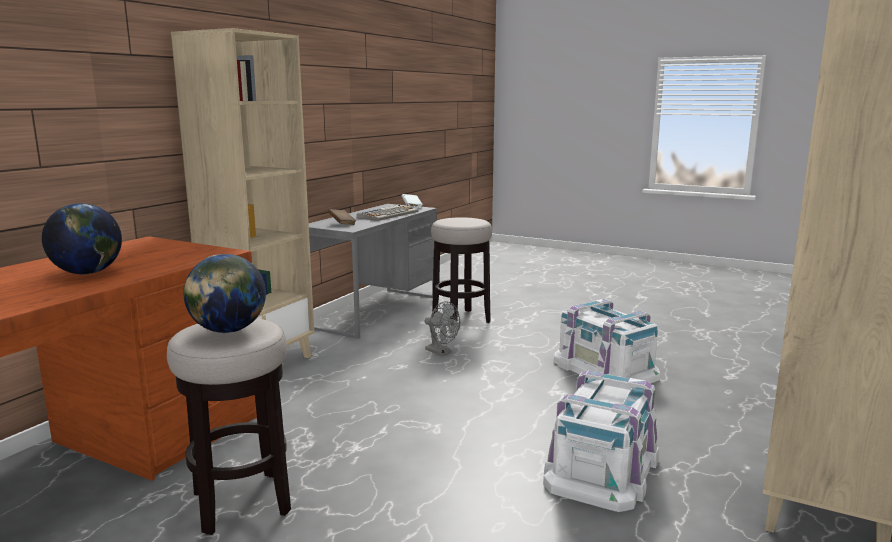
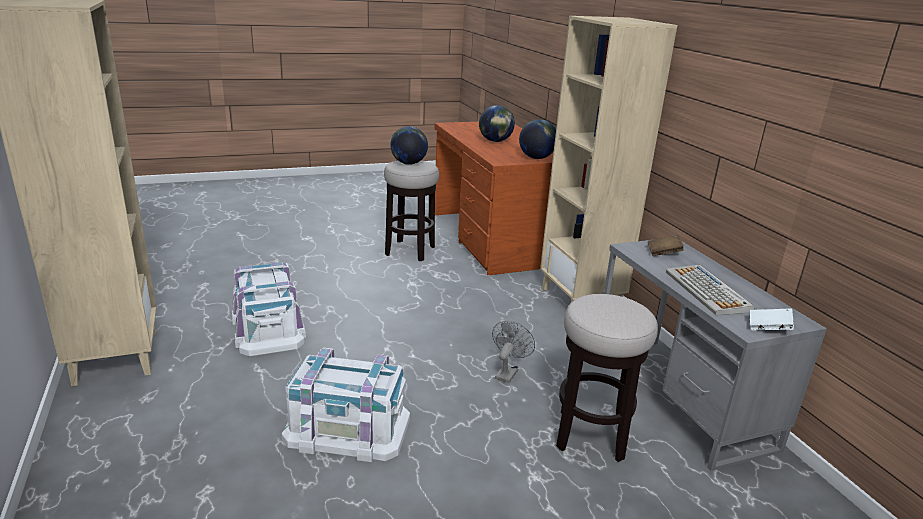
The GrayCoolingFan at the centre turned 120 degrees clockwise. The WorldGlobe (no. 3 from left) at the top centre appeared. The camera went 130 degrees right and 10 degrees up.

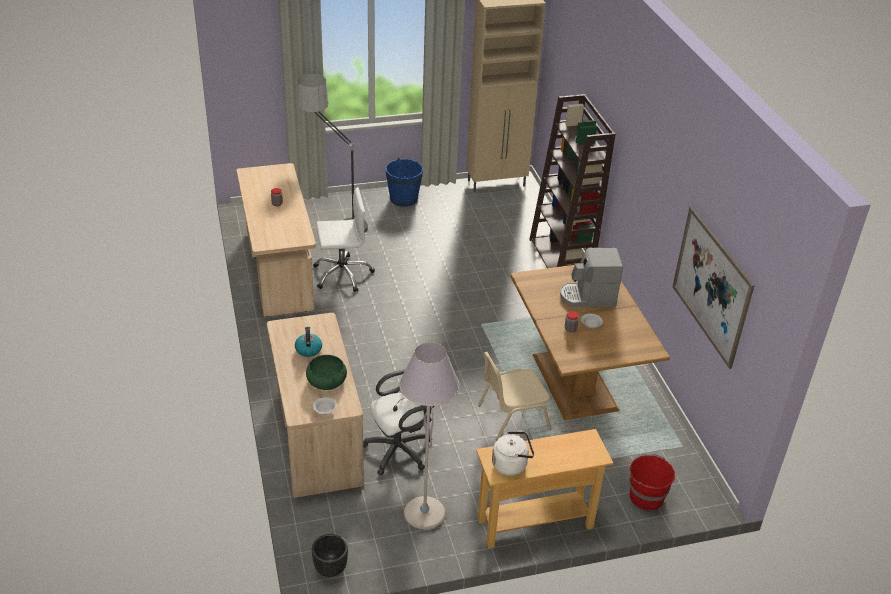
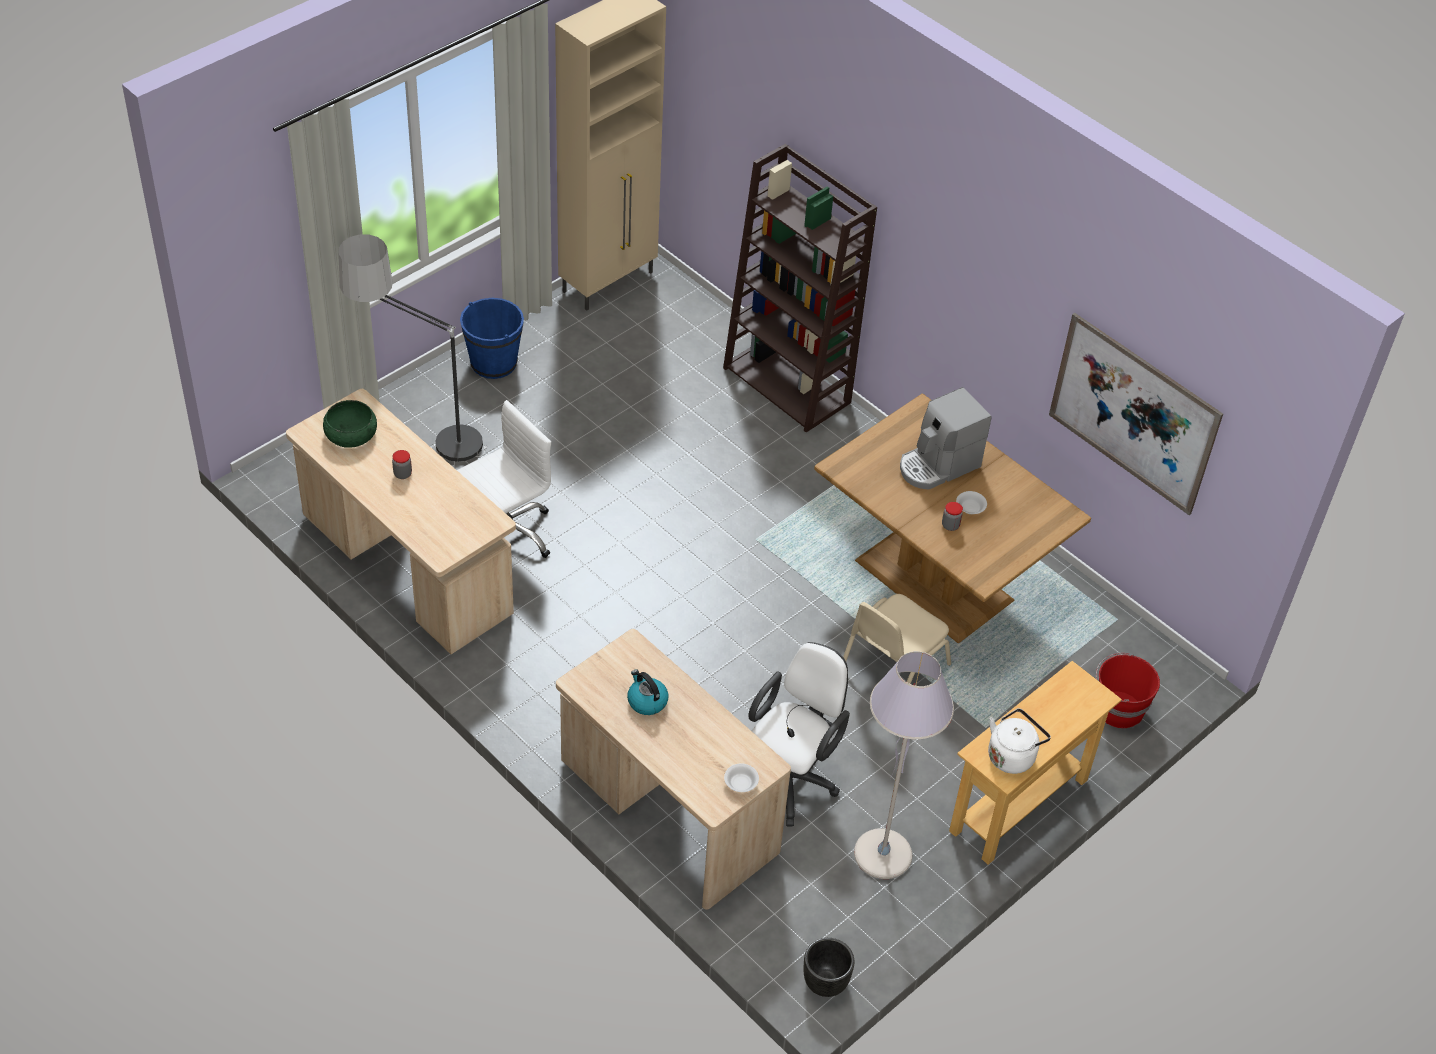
The GreenishBowl moved from the centre to the middle left. The camera went 30 degrees left and 10 degrees up.

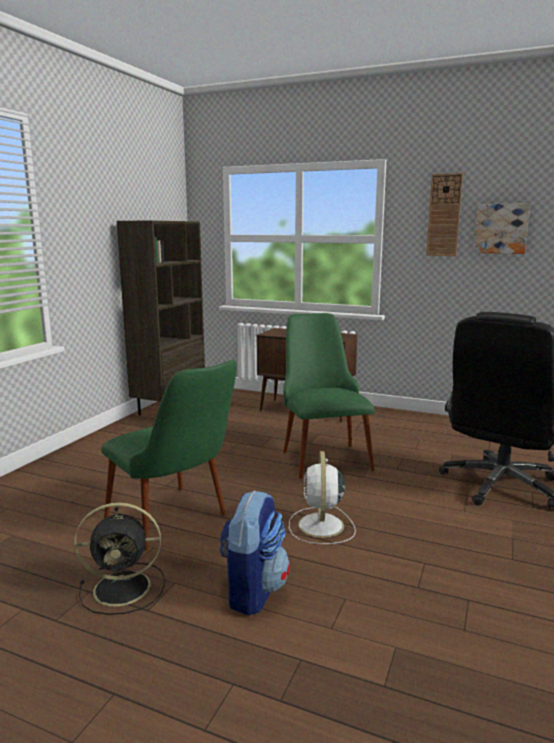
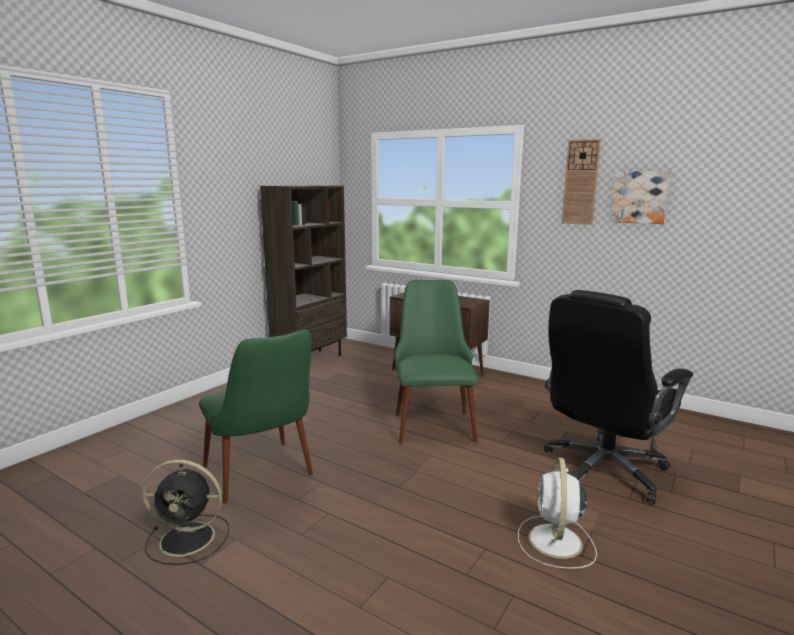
The WhiteColouredCoolingFan moved from the bottom centre to the bottom right. The Rucksack at the bottom centre disappeared. The camera went 10 degrees right and 0 degrees up.

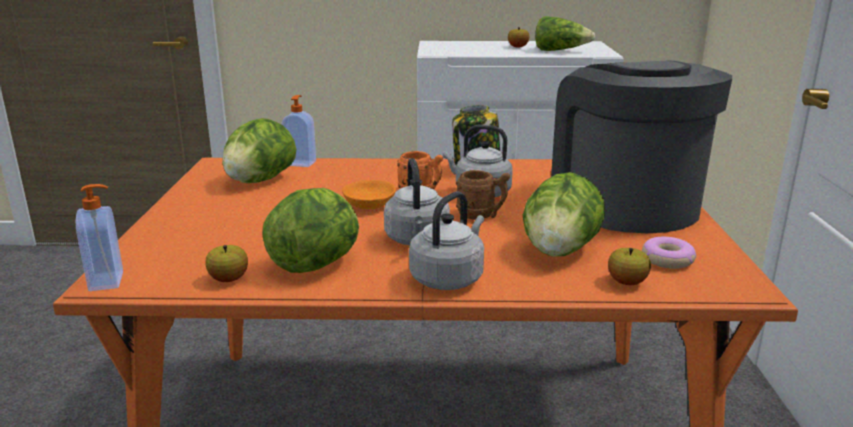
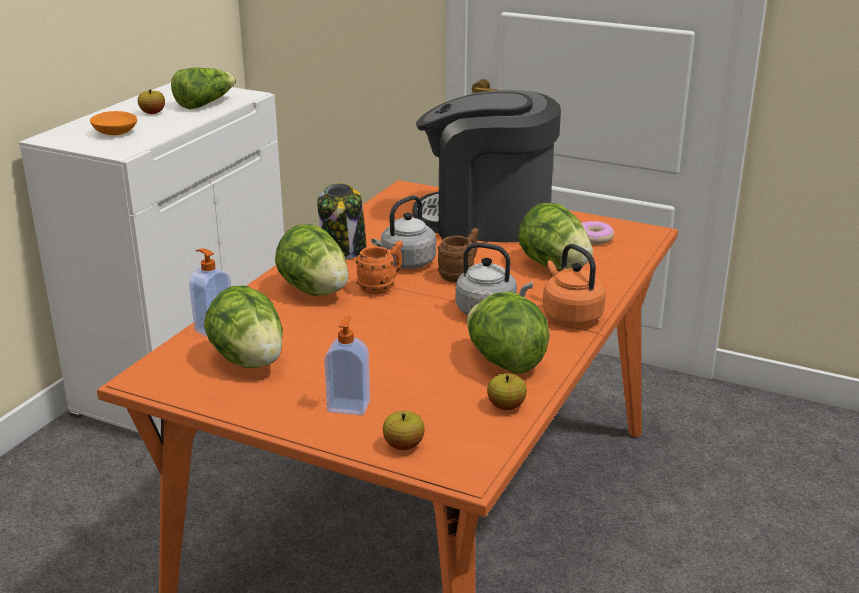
The OrangeBowl moved from the centre to the top left. The LettuceHead (no. 3 from left) at the centre appeared. The SoapBottle (no. 1 from left in the first image) moved from the middle left to the centre. The AppleFruit (no. 3 from left in the first image) moved from the middle right to the bottom centre. The GrayTeaKettle (no. 2 from left) at the centre became the OrangeTeaKettle at the middle right. The camera went 65 degrees left and 5 degrees up.

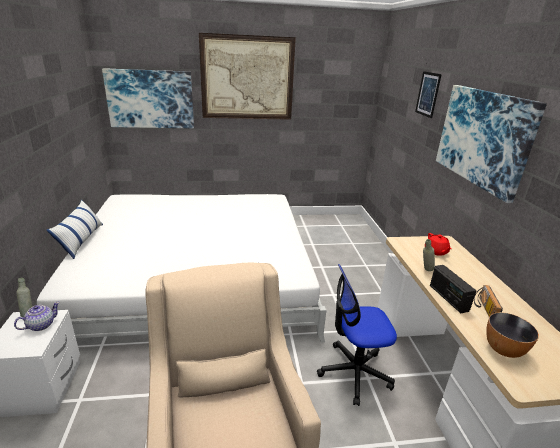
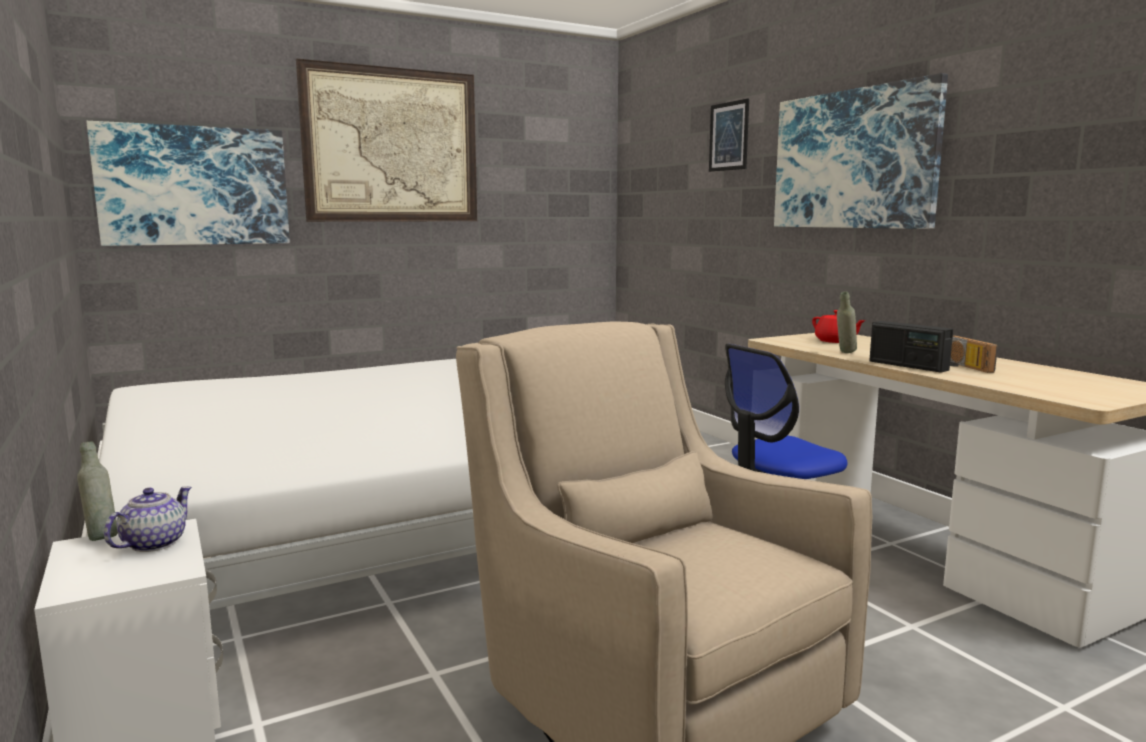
The ThrowPillow at the middle left disappeared. The Bowl at the bottom right disappeared. The camera went 20 degrees left and 15 degrees down.

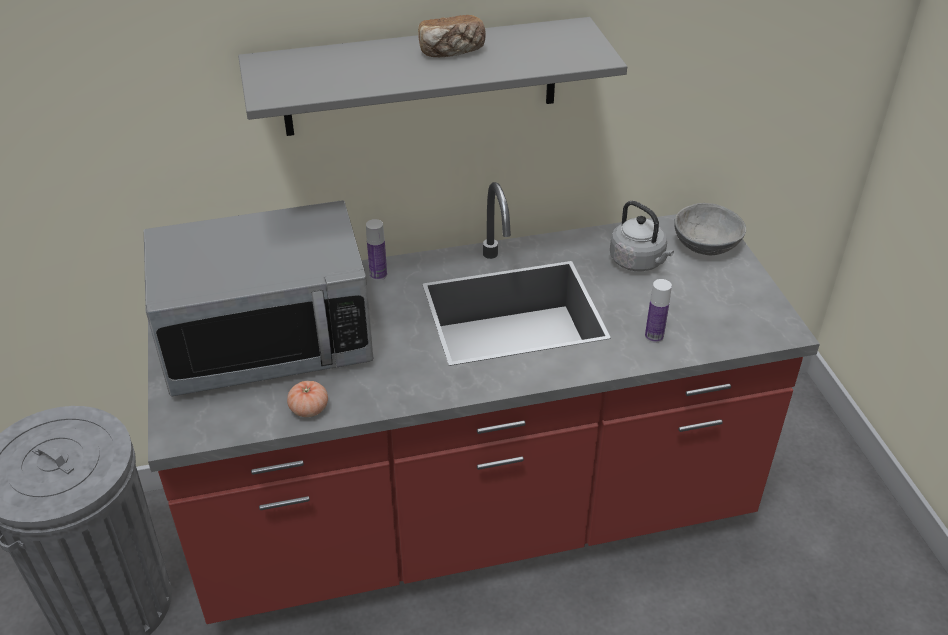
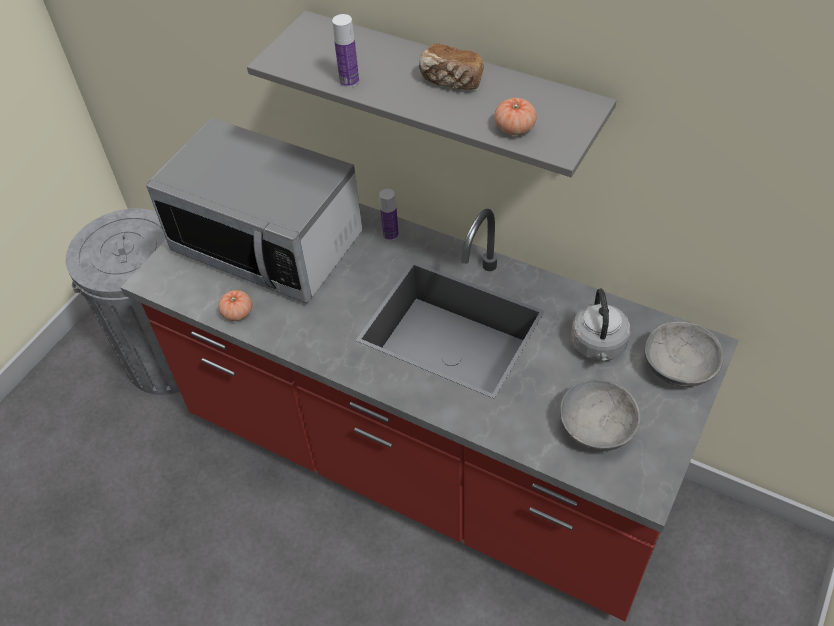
The DrinkBottle (no. 2 from left in the first image) moved from the middle right to the top centre. The WholeTomato (no. 2 from left) at the top centre appeared. The GrayBowl (no. 1 from left) at the middle right appeared. The camera went 45 degrees right and 10 degrees up.

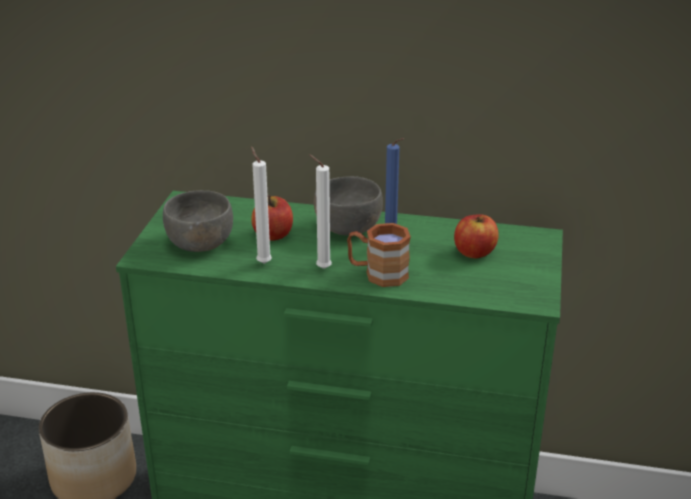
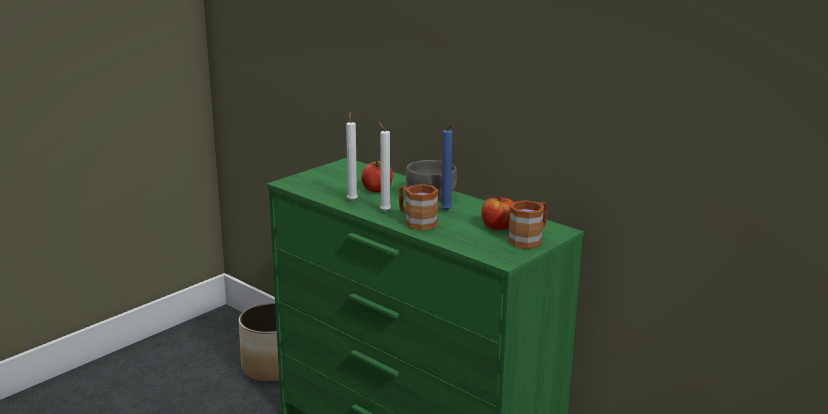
The BrownishTeaMug (no. 2 from left) at the centre appeared. The GrayBowl (no. 1 from left) at the middle left disappeared. The camera went 30 degrees right and 10 degrees down.

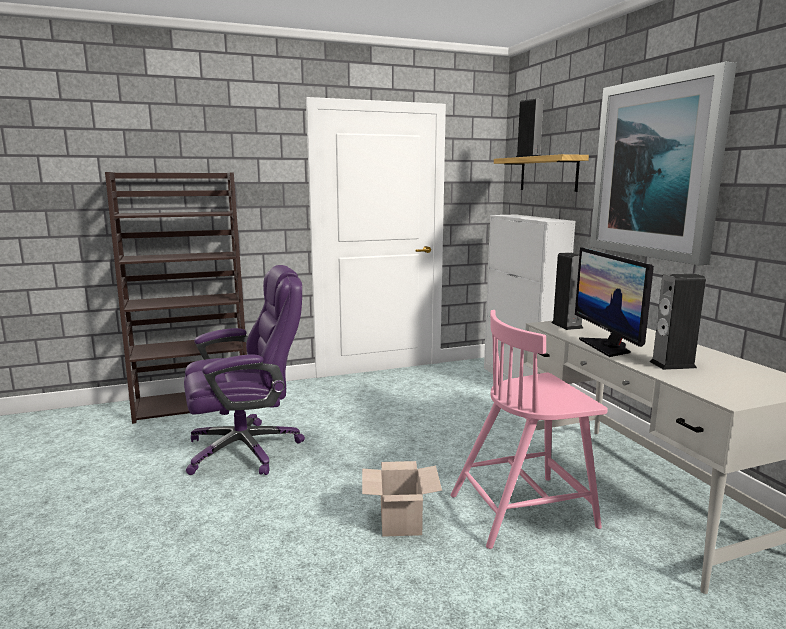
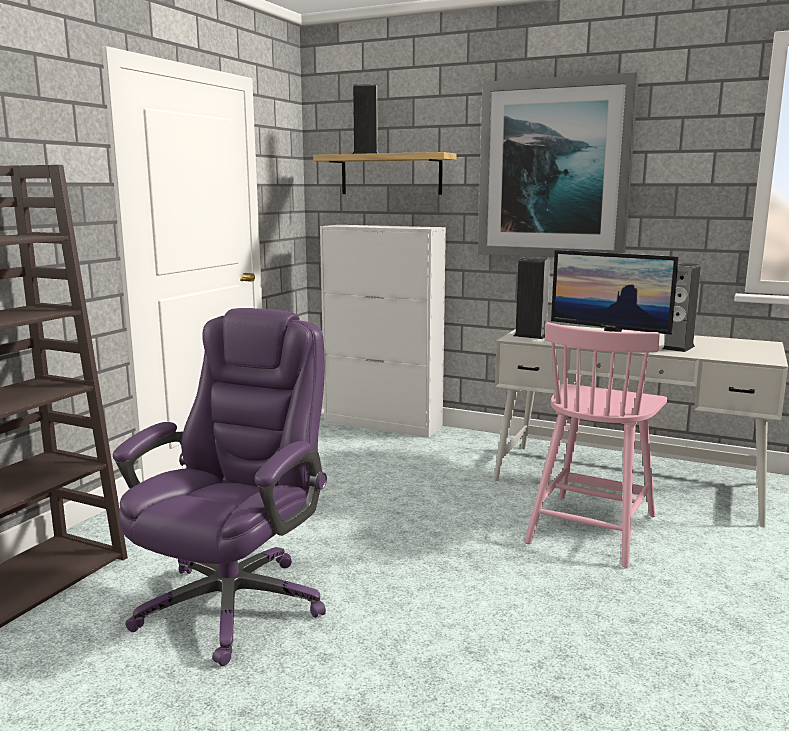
The Carton at the bottom centre disappeared. The camera went 45 degrees left and 0 degrees up.

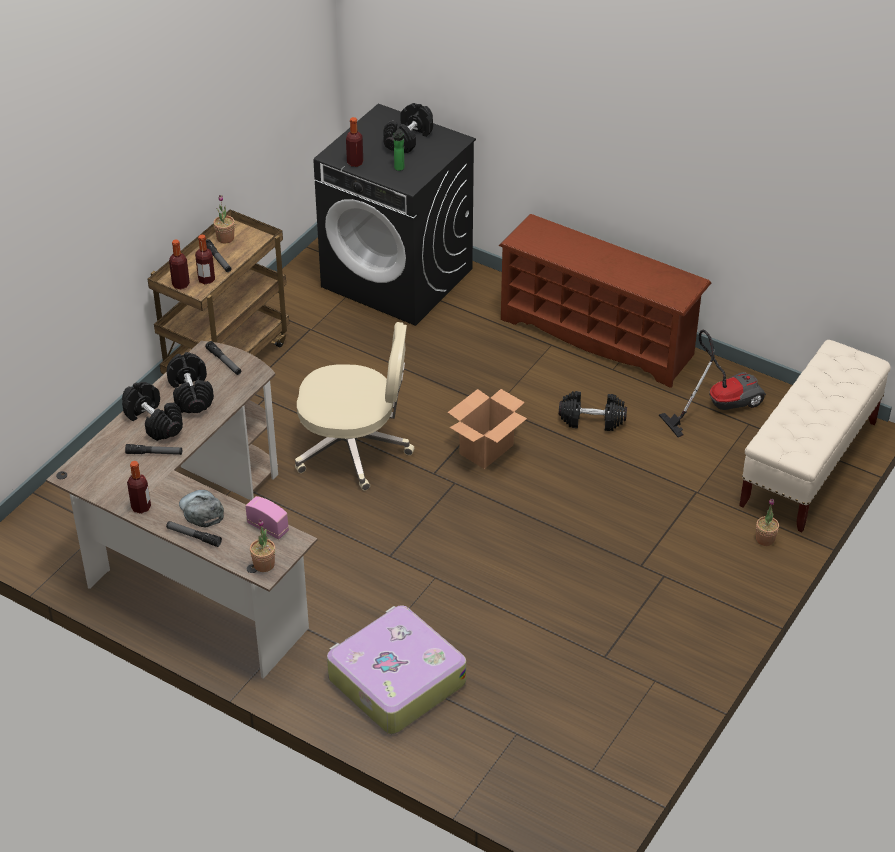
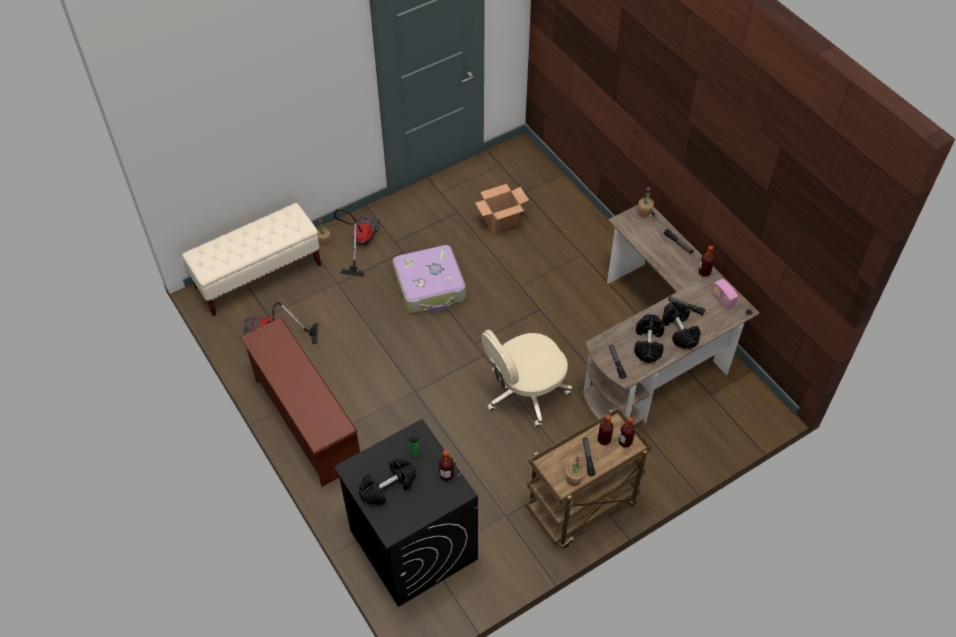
The VacuumCleaner (no. 2 from left) at the centre appeared. The Suitcase moved from the bottom centre to the centre. The Carton moved from the centre to the top centre. The SandColouredDeskChair at the centre turned 60 degrees counterclockwise. The Radio moved from the middle left to the middle right. The GrayBaseballCap at the middle left disappeared. The BlackColouredDumbbell (no. 4 from left) at the centre disappeared. The camera went 155 degrees left and 10 degrees up.

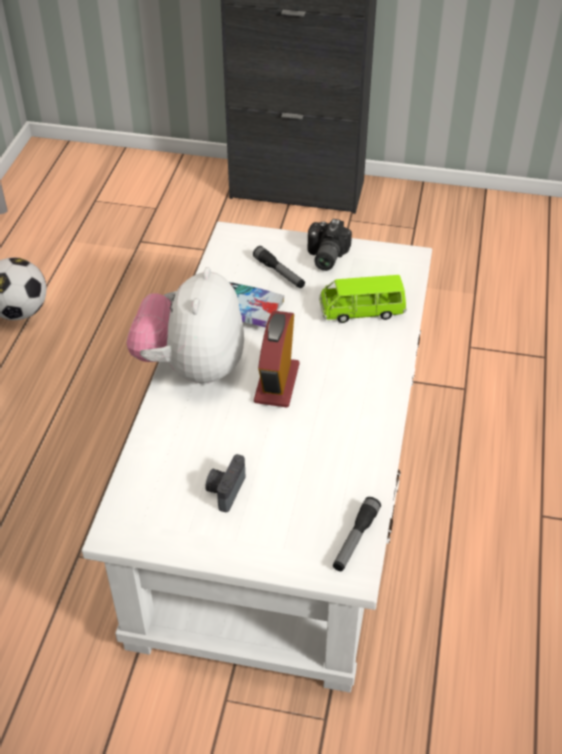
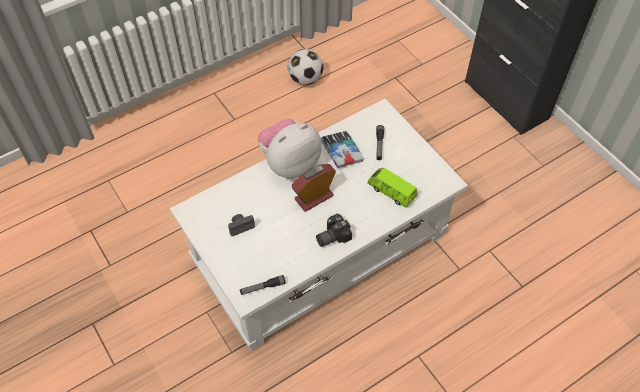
The PhotoCamera (no. 2 from left) moved from the top centre to the centre. The camera went 45 degrees right and 10 degrees up.

